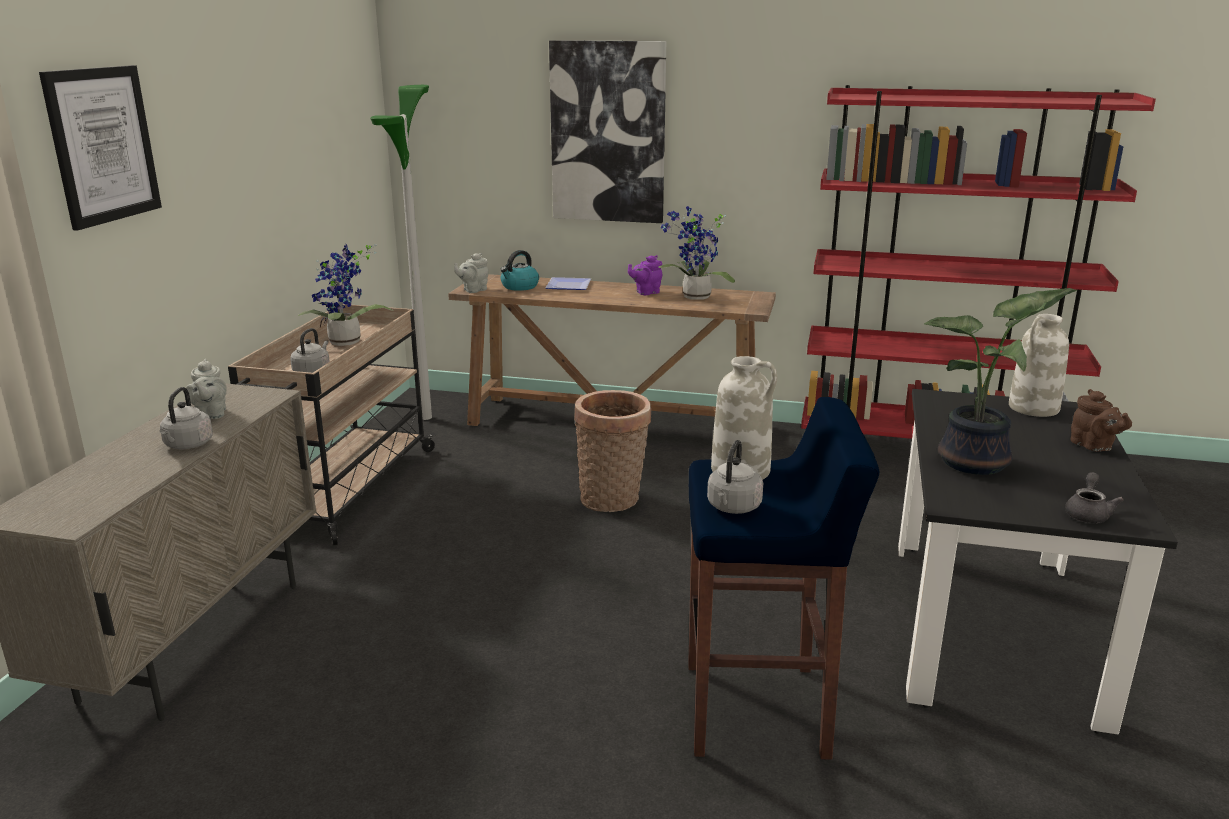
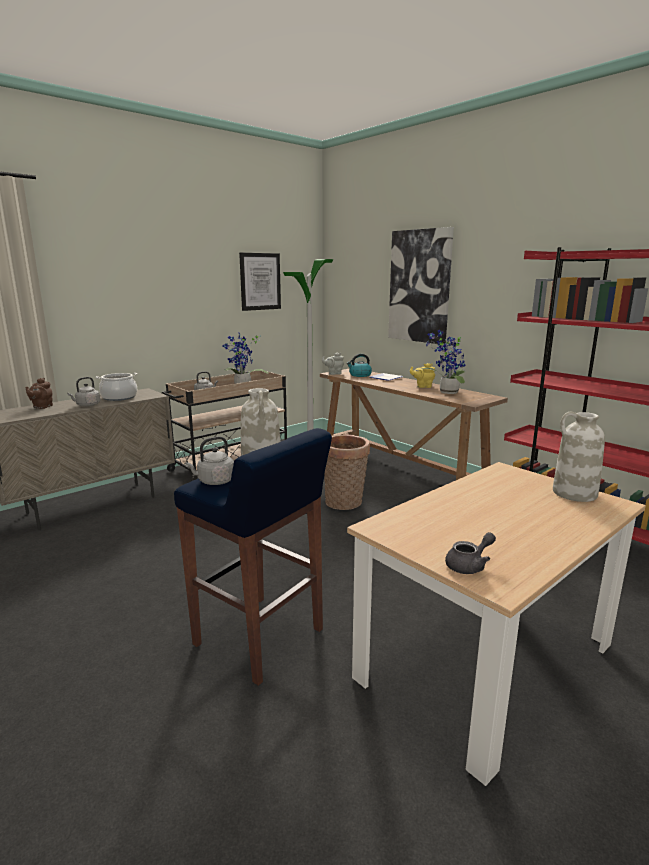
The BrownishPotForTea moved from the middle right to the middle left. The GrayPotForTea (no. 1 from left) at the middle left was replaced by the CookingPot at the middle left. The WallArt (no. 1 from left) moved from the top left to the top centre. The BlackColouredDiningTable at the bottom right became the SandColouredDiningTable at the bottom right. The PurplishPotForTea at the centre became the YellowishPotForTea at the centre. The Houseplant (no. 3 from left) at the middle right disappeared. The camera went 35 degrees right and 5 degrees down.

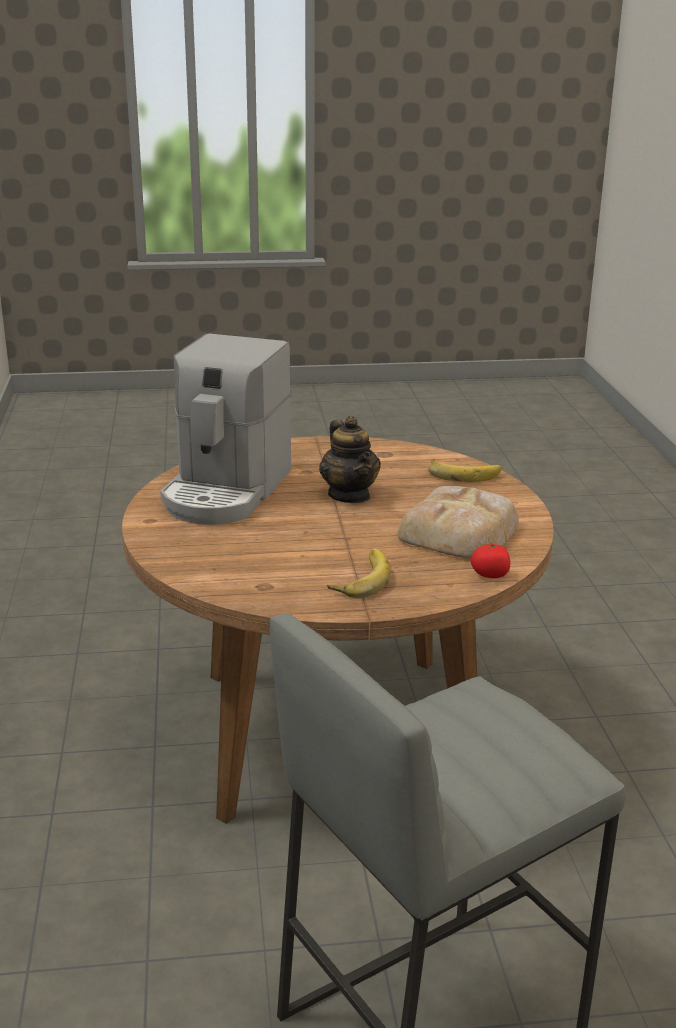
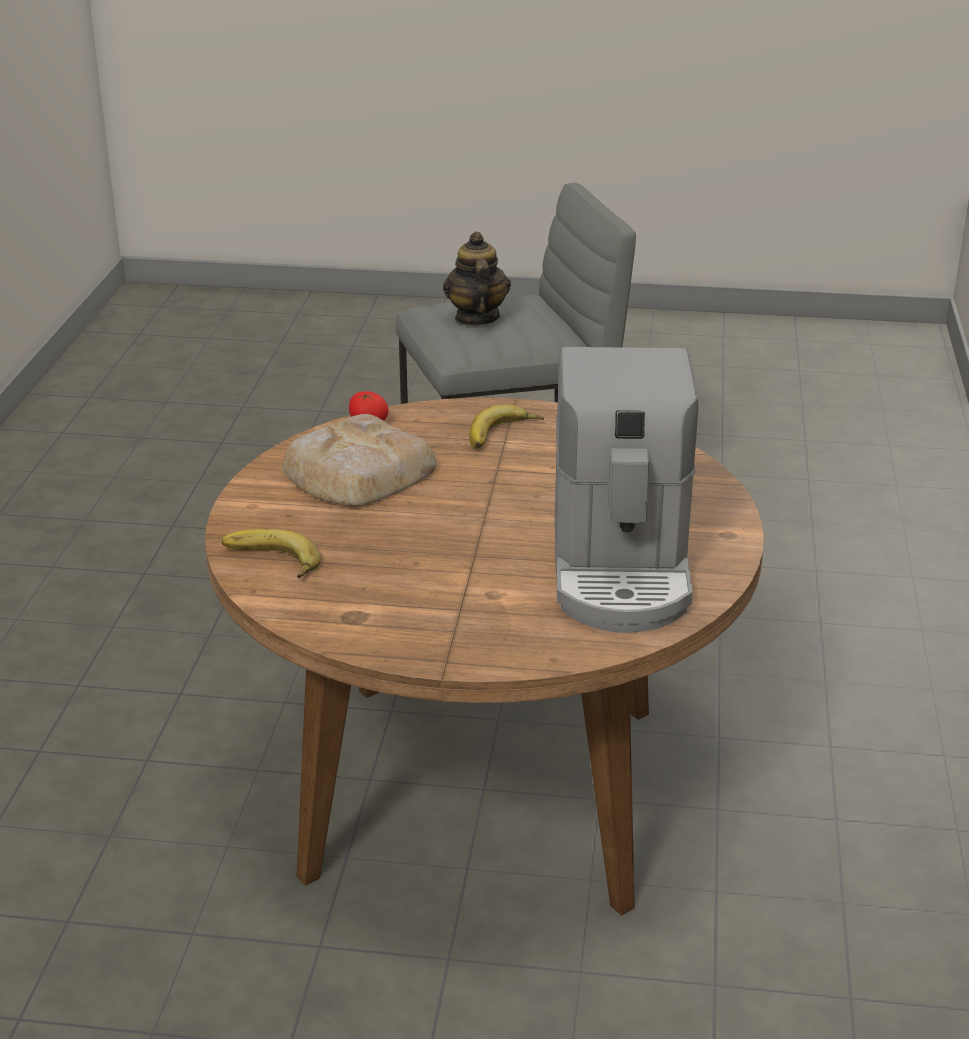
The PotForTea moved from the centre to the top centre. The CoffeeBrewer at the centre turned 150 degrees clockwise. The camera went 165 degrees left and 5 degrees up.

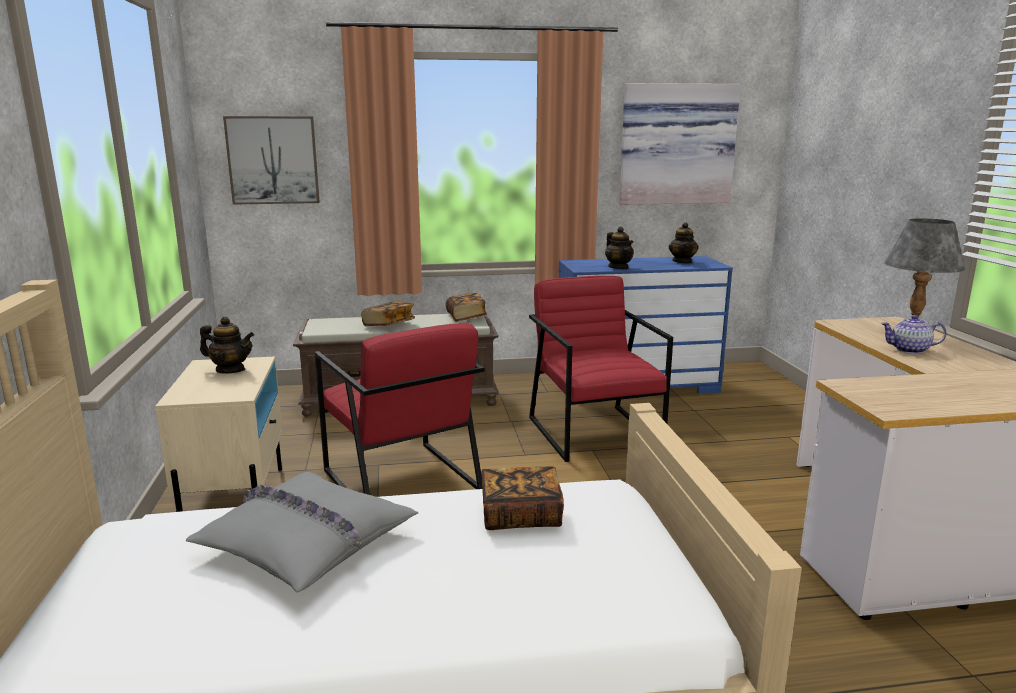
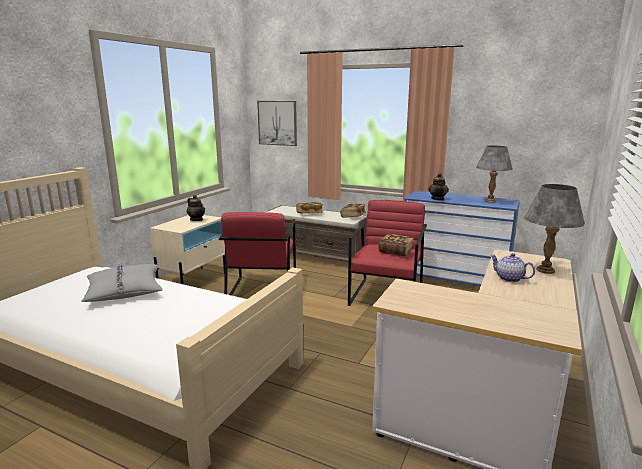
The BoundBook (no. 3 from left) moved from the bottom centre to the centre. The PotForTea (no. 3 from left) at the middle right was replaced by the GrayLampForATable (no. 1 from left) at the middle right. The WallArt (no. 2 from left) at the top right disappeared. The camera went 35 degrees right and 0 degrees up.

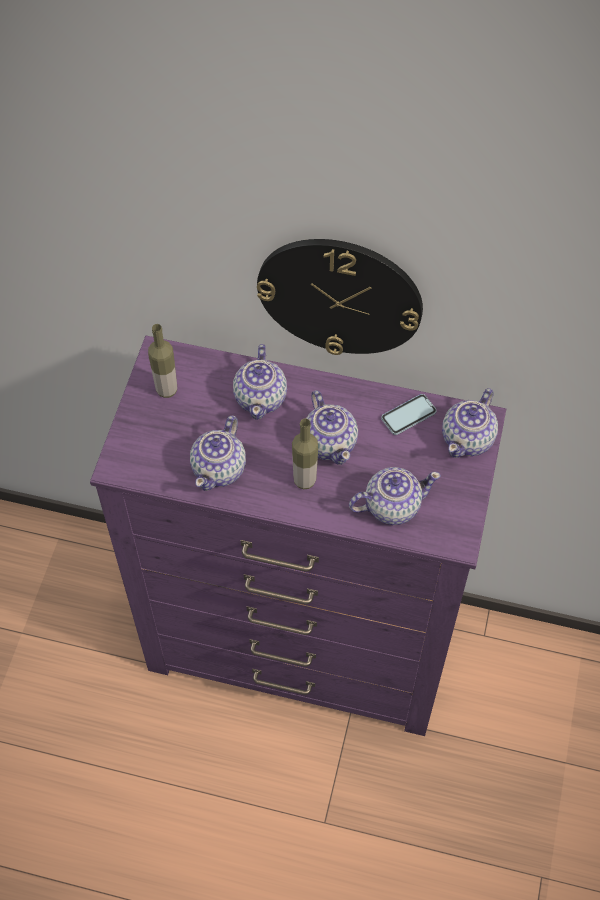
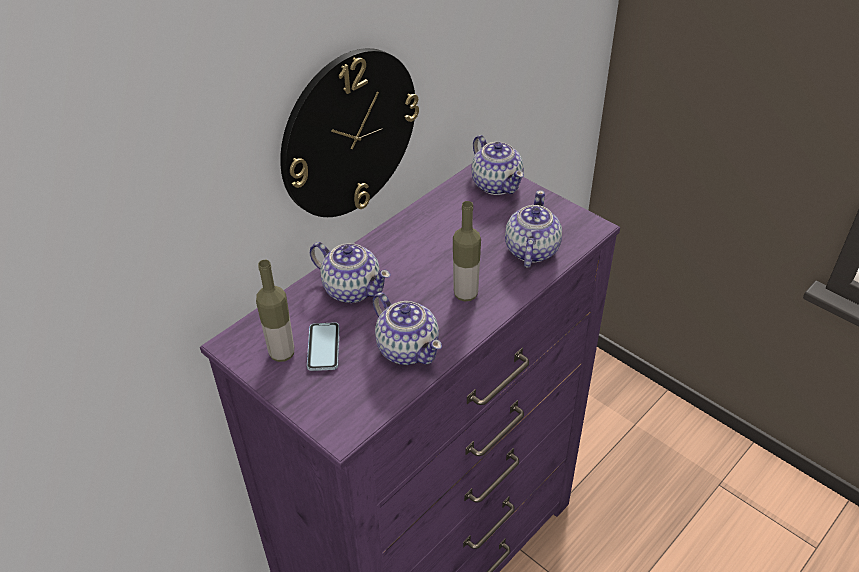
The Telephone moved from the middle right to the centre. The PotForTea (no. 3 from left) at the centre disappeared. The camera went 60 degrees left and 15 degrees down.

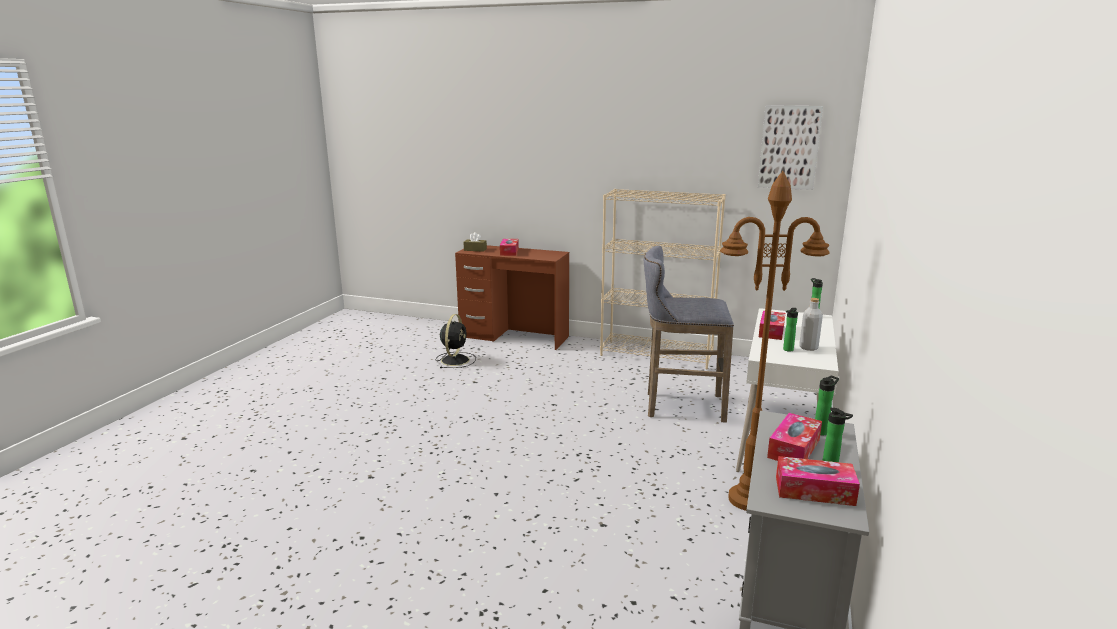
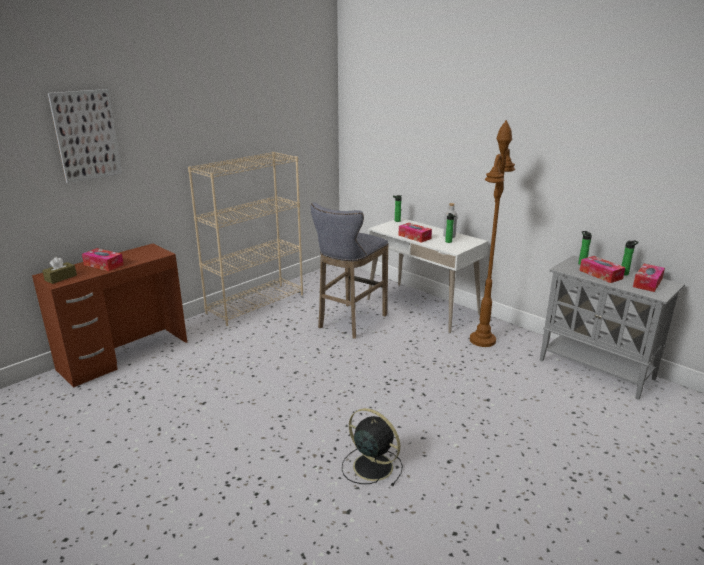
The WallArt moved from the top right to the top left. The BlackColouredCoolingFan moved from the centre to the bottom centre. The camera went 65 degrees left and 5 degrees up.

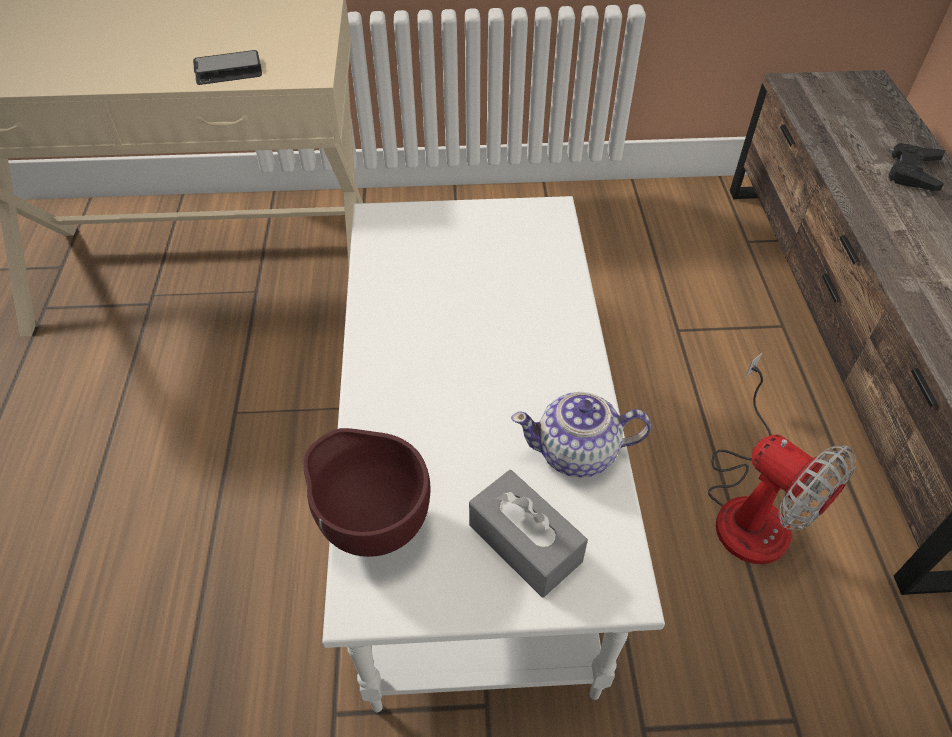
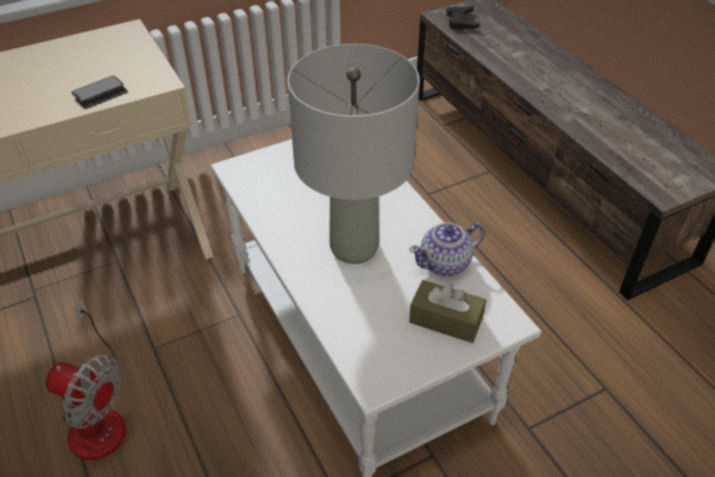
The CoolingFan moved from the middle right to the bottom left. The GrayLampForATable at the top centre appeared. The GrayTissueHolder at the bottom centre became the BrownishTissueHolder at the centre. The BlackColouredGameController moved from the top right to the top centre. The BrownishBowl at the bottom centre disappeared. The camera went 25 degrees left and 5 degrees down.

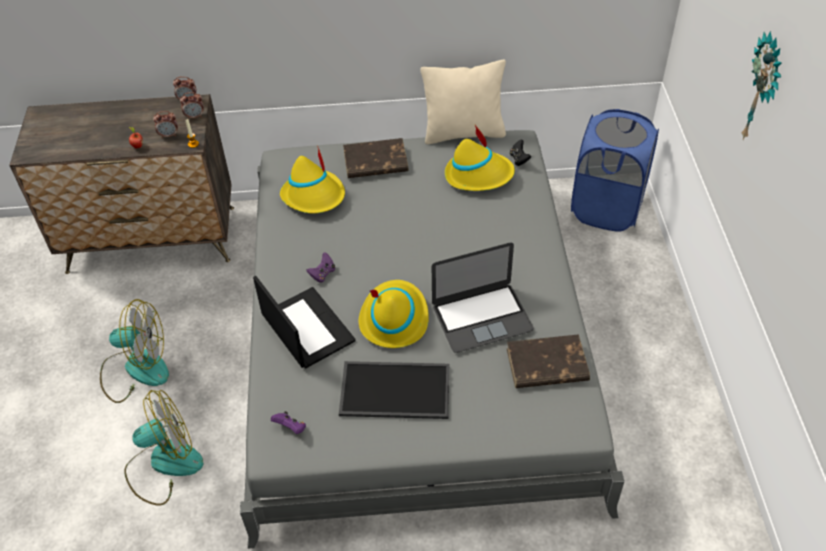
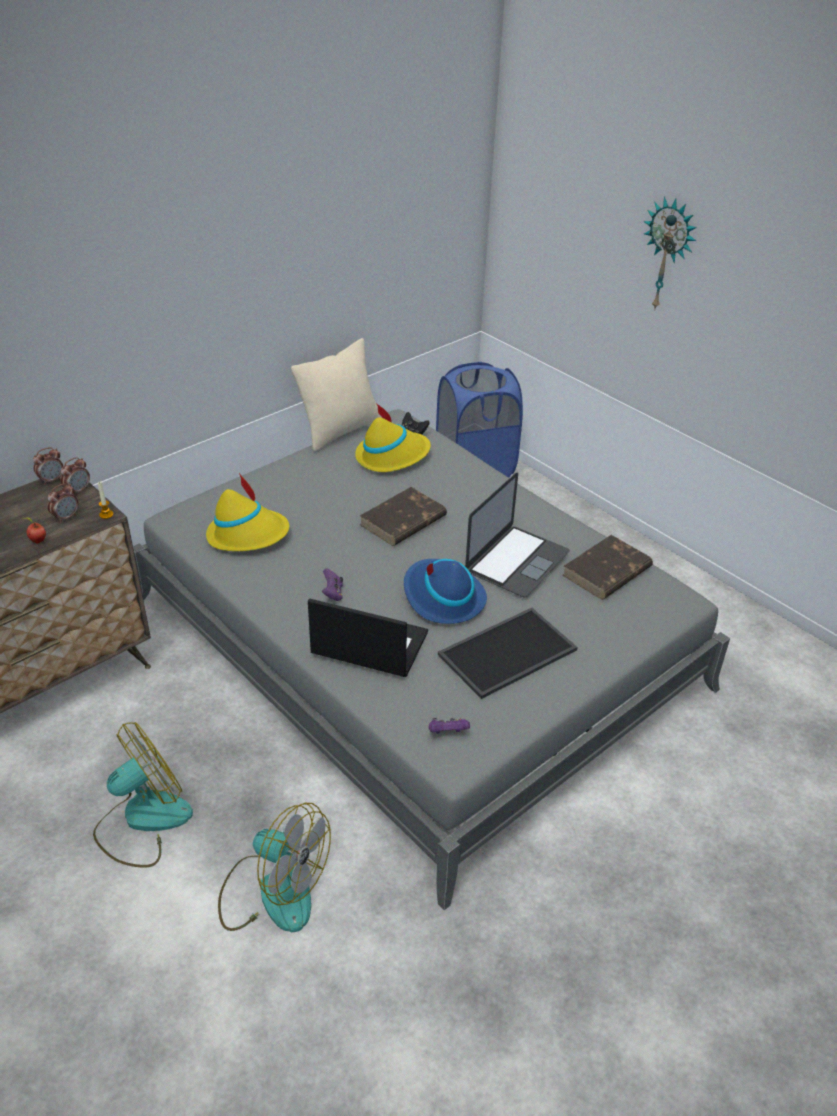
The CoolingFan (no. 2 from left) at the bottom left turned 90 degrees clockwise. The BrownishBoundBook (no. 1 from left) moved from the top centre to the centre. The YellowishHat (no. 2 from left) at the centre became the BlueHat at the centre. The camera went 40 degrees left and 10 degrees down.

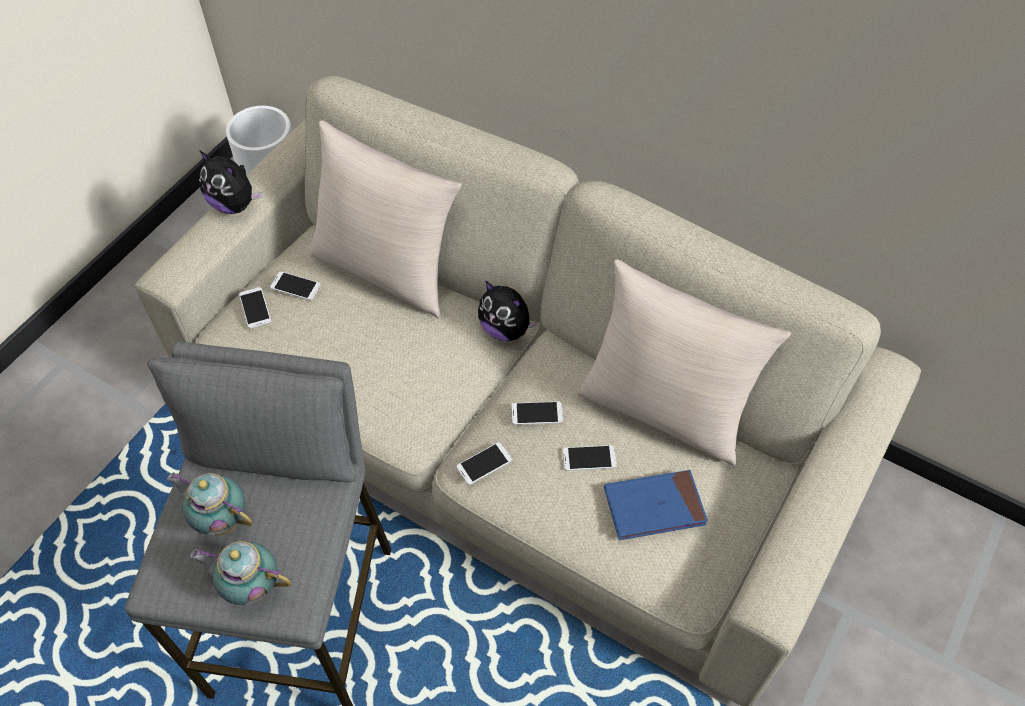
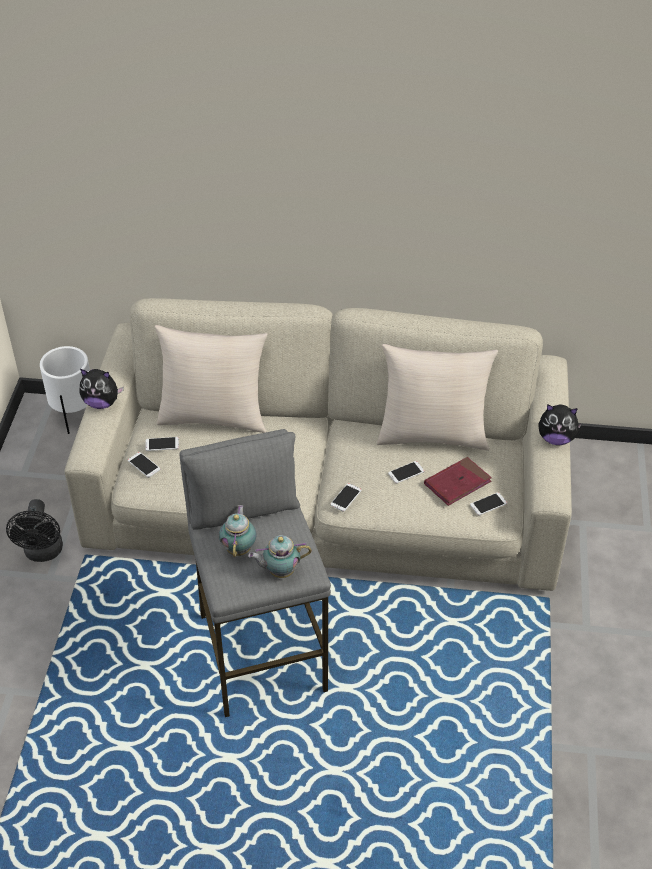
The BlackColouredCoolingFan at the middle left appeared. The PotForTea (no. 1 from left) at the bottom left turned 90 degrees clockwise. The BlueBoundBook at the bottom centre became the ReddishBoundBook at the middle right. The Telephone (no. 4 from left in the first image) moved from the centre to the middle right. The CuddlyToy (no. 2 from left) moved from the centre to the middle right. The camera went 25 degrees left and 10 degrees down.

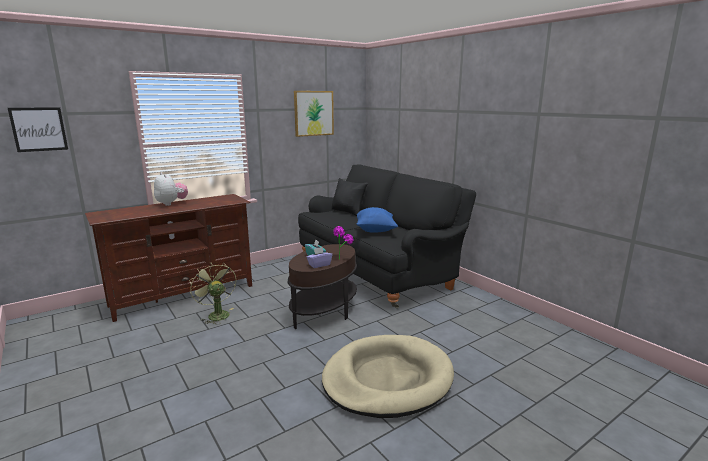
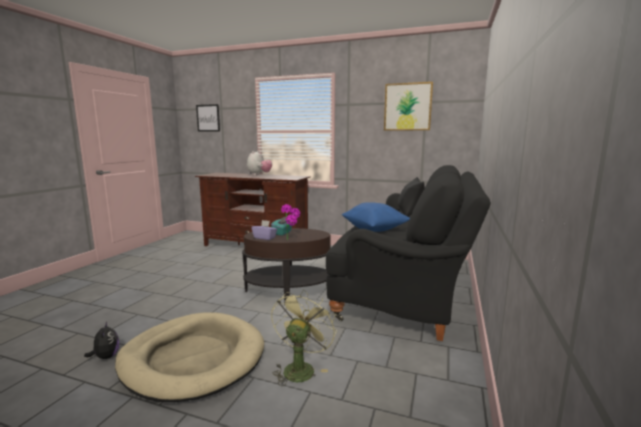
The CuddlyToy (no. 1 from left) at the bottom left appeared. The GreenishCoolingFan moved from the middle left to the bottom centre. The camera went 55 degrees right and 5 degrees down.

